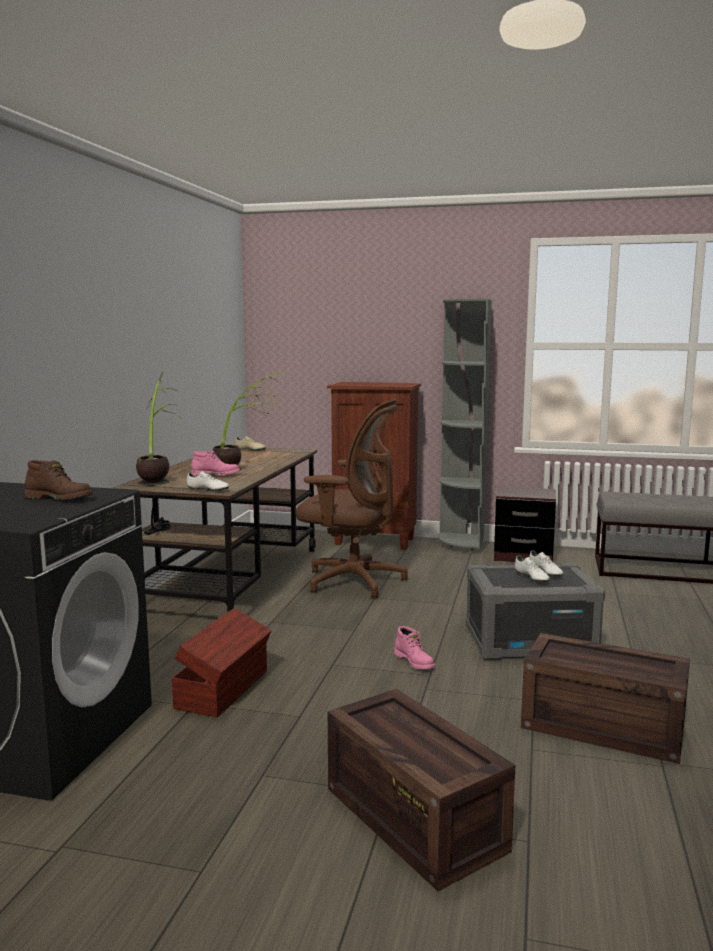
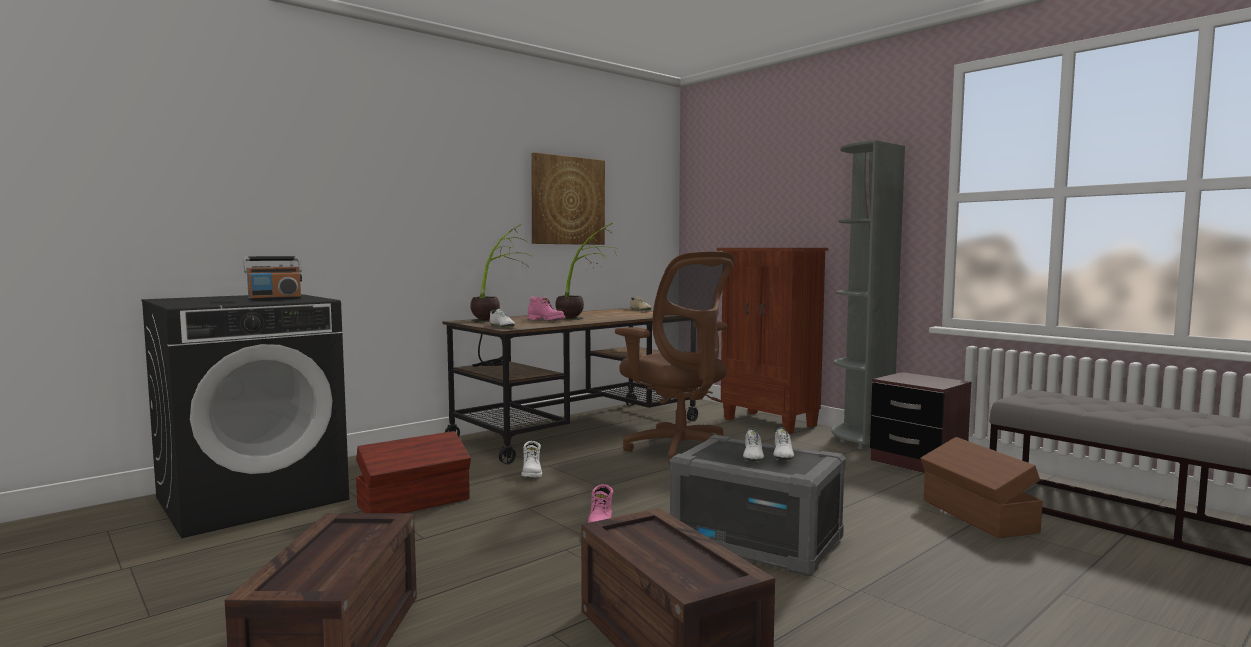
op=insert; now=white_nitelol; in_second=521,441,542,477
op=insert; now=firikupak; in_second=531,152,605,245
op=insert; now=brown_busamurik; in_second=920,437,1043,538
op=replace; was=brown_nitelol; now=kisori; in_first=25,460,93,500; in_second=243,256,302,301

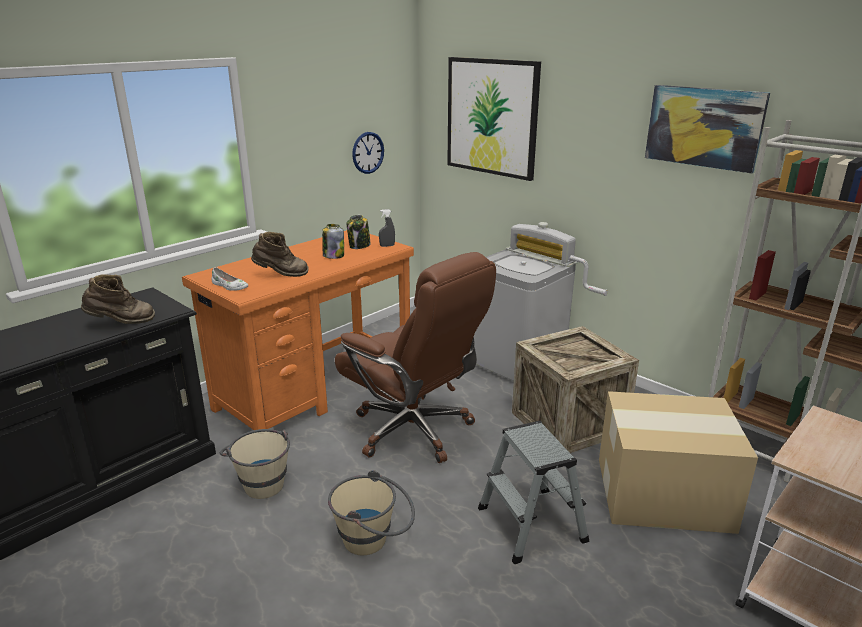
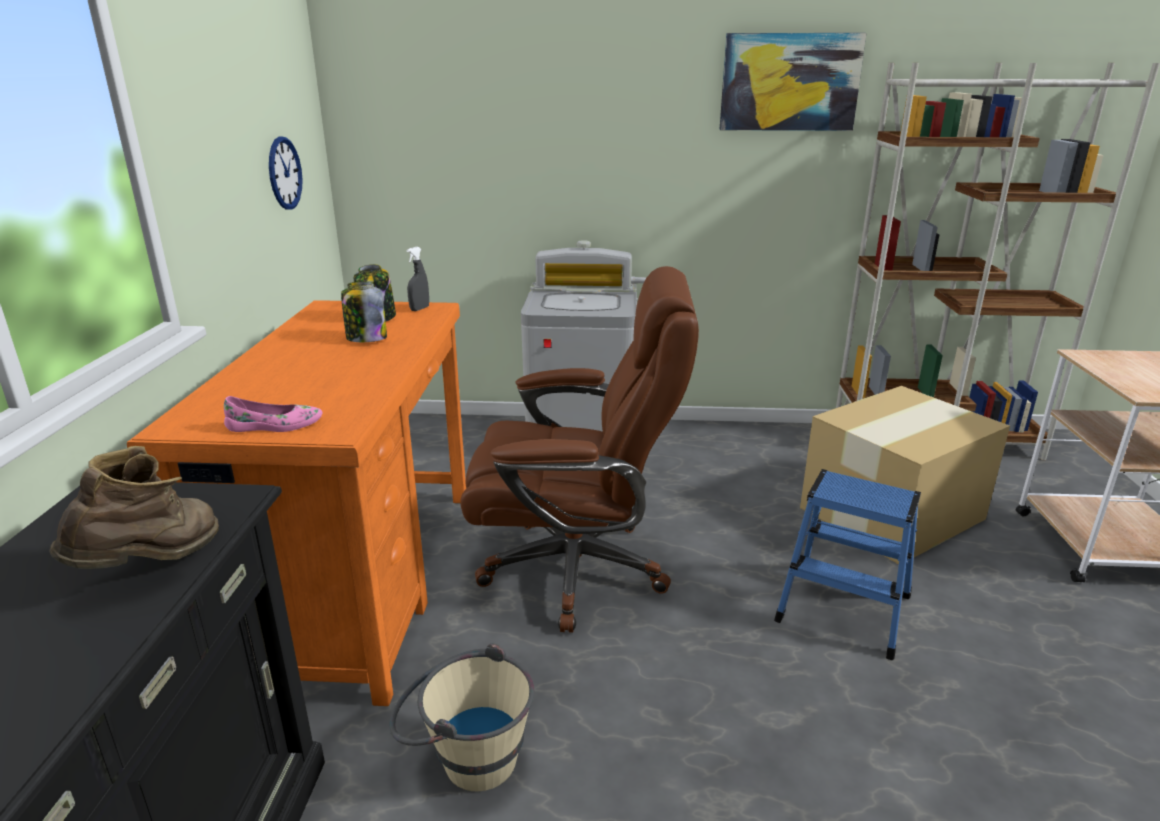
op=delete; was=brown_nitelol; in_first=251,232,309,277
op=delete; was=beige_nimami; in_first=328,470,415,556
op=delete; was=firikupak; in_first=447,57,541,181
op=delete; was=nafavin; in_first=512,326,639,453
op=recolor; was=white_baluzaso; now=pink_baluzaso; in_first=212,267,248,291; in_second=224,396,323,432
op=recolor; was=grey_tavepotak; now=blue_tavepotak; in_first=478,421,589,564; in_second=774,469,921,660

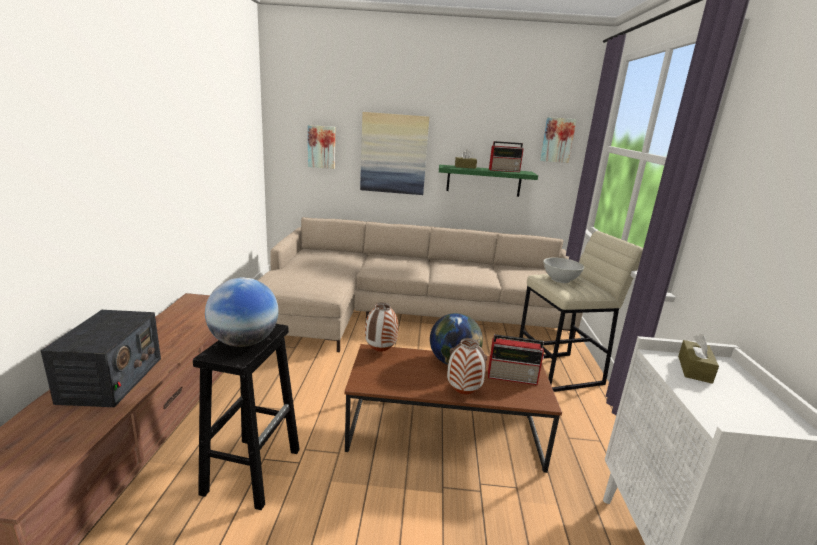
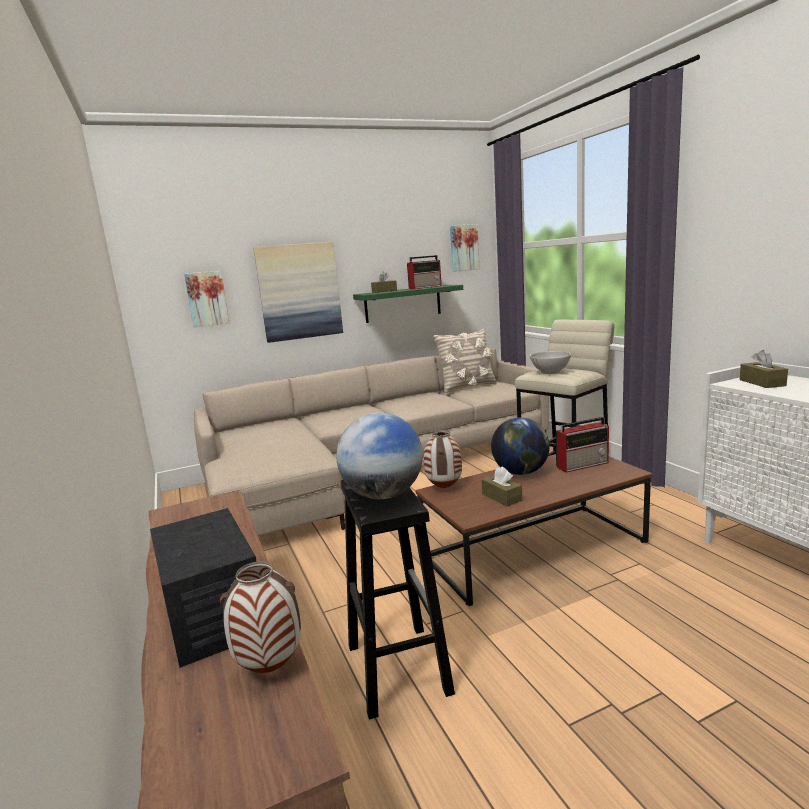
op=insert; now=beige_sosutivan; in_second=433,329,497,393
op=insert; now=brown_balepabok; in_second=482,466,522,506
op=move; was=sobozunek; in_first=447,338,487,394; in_second=220,561,301,673

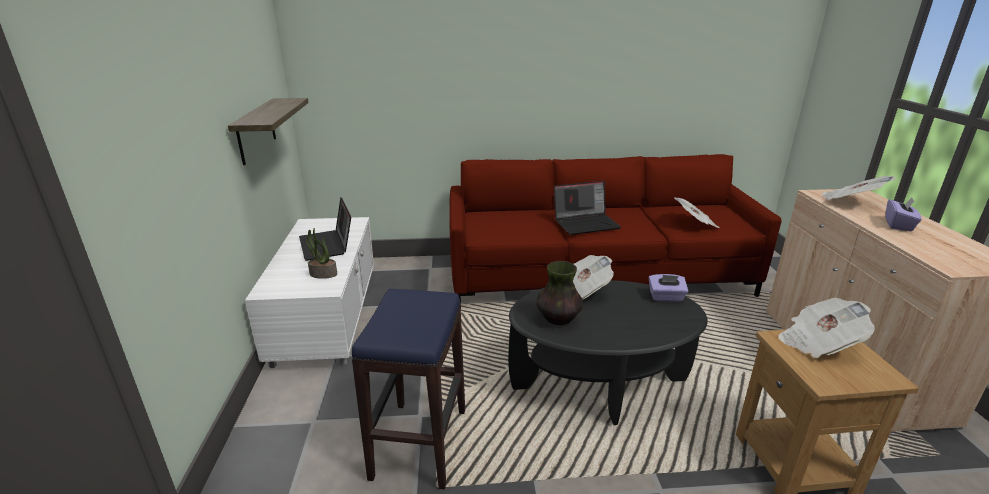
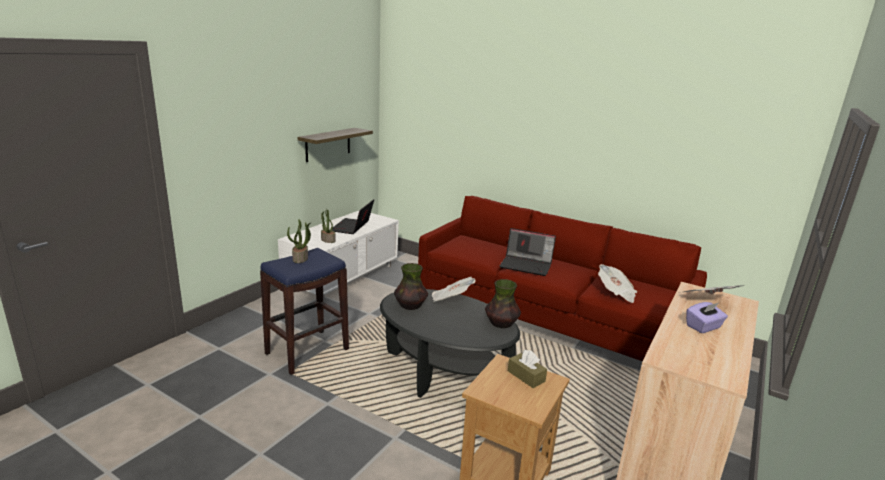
op=insert; now=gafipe; in_second=287,219,311,263
op=replace; was=purple_balepabok; now=sobozunek; in_first=649,274,688,302; in_second=485,279,521,328
op=replace; was=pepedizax; now=brown_balepabok; in_first=778,298,875,358; in_second=508,350,547,388

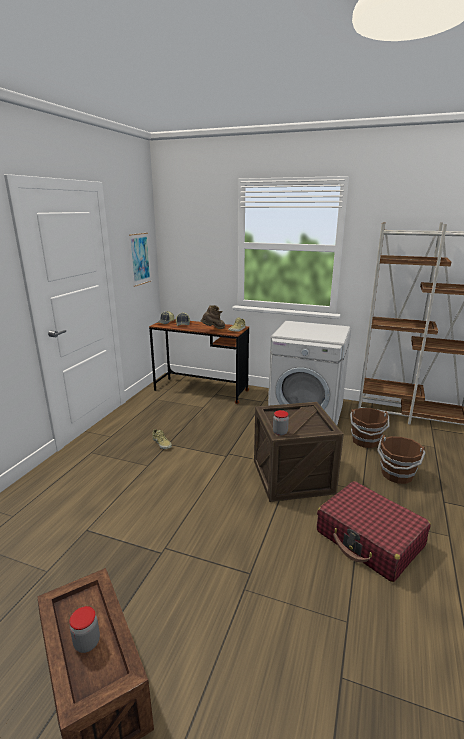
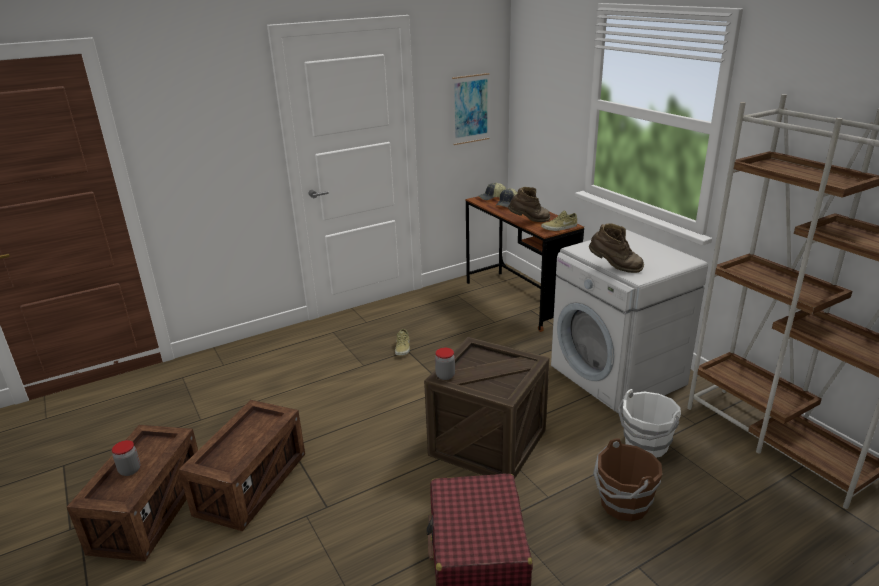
op=insert; now=nafavin; in_second=179,400,305,532
op=insert; now=brown_nitelol; in_second=589,223,644,273
op=recolor; was=brown_nimami; now=white_nimami; in_first=350,408,389,448; in_second=617,389,681,458

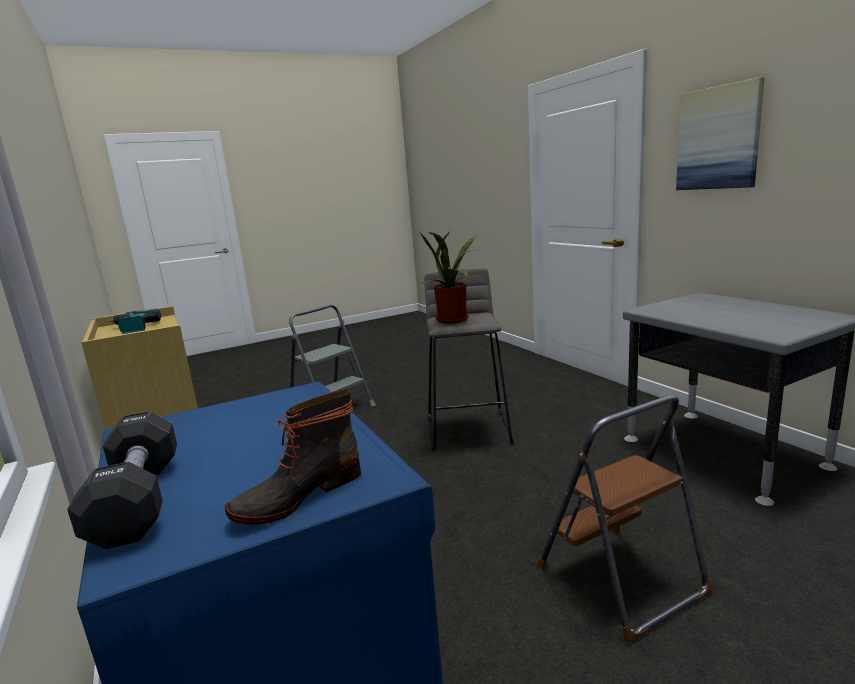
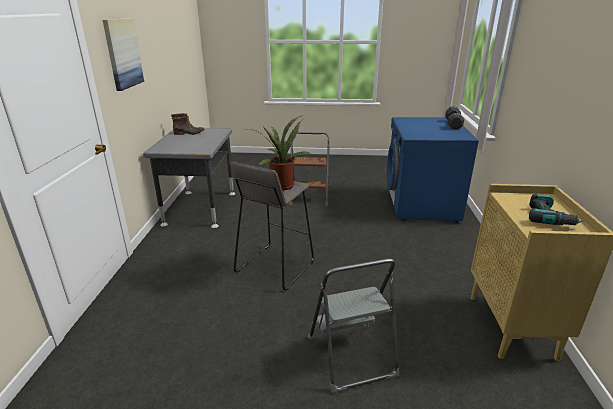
op=move; was=nitelol; in_first=225,390,361,525; in_second=171,113,204,135

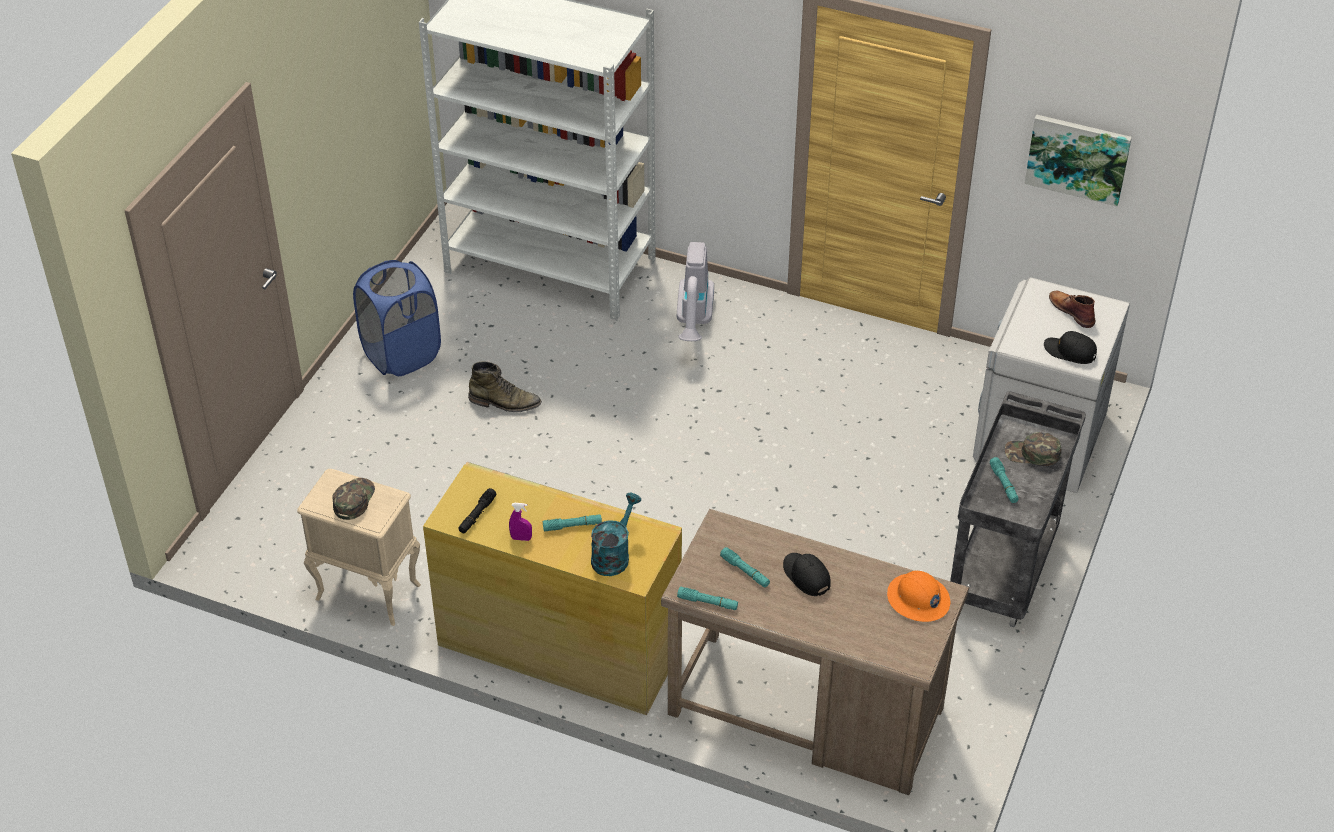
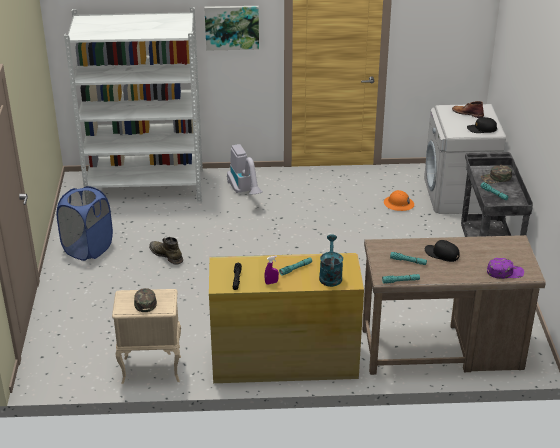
op=insert; now=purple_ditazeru; in_second=487,258,524,279
op=move; was=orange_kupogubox; in_first=887,571,951,622; in_second=384,190,414,211
op=move; was=firikupak; in_first=1025,115,1132,206; in_second=205,6,259,51
op=rotate; was=green_nitelol; in_first=468,362,542,412; in_second=149,237,183,265; clockwise=-120

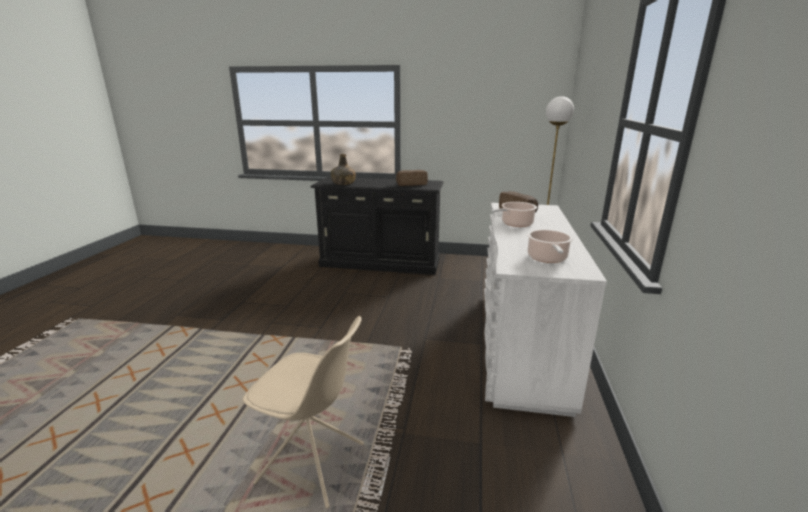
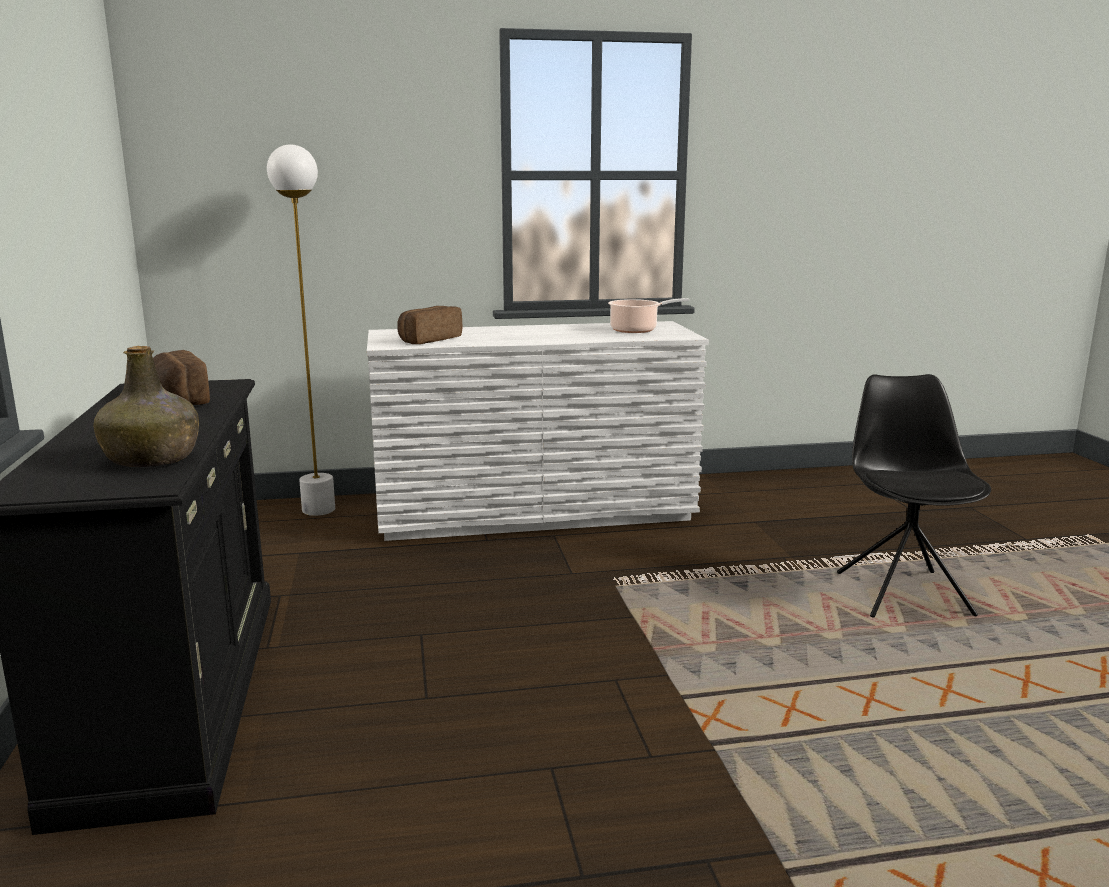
op=delete; was=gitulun; in_first=491,202,537,227
op=recolor; was=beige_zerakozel; now=black_zerakozel; in_first=242,316,364,509; in_second=837,374,991,618

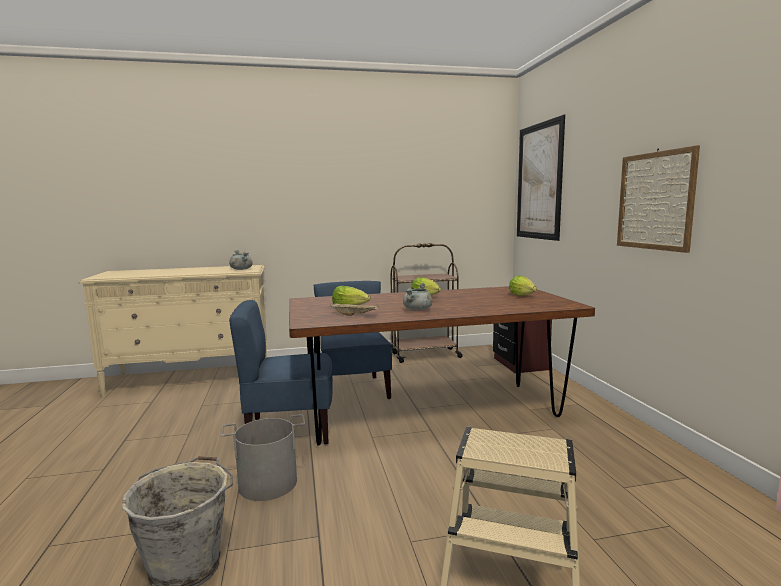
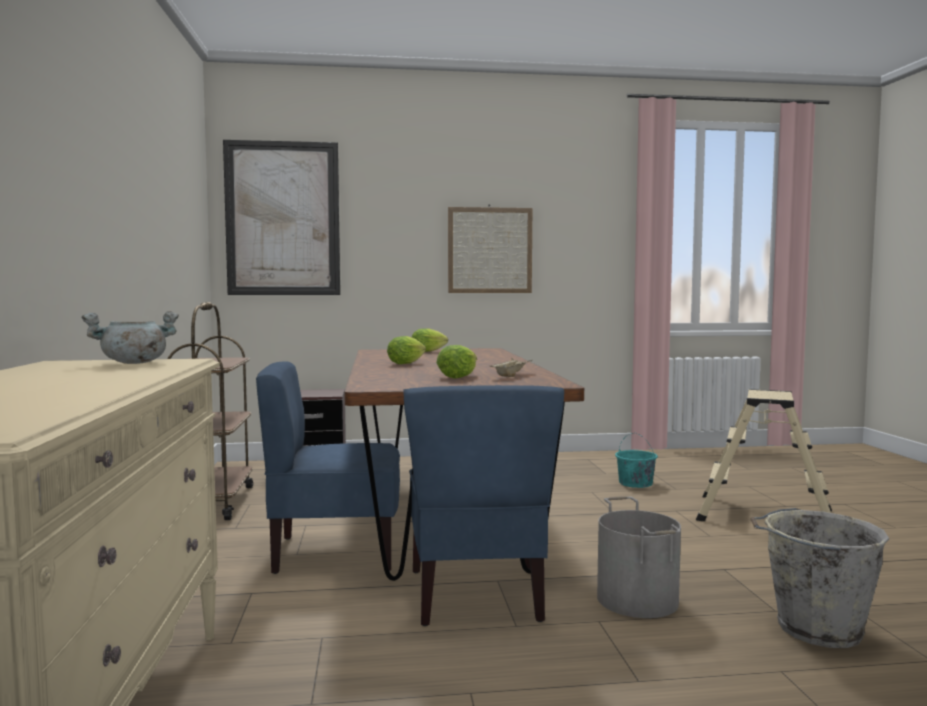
op=delete; was=grey_gitulun; in_first=403,283,432,311
op=insert; now=turquoise_nimami; in_second=615,433,658,488

